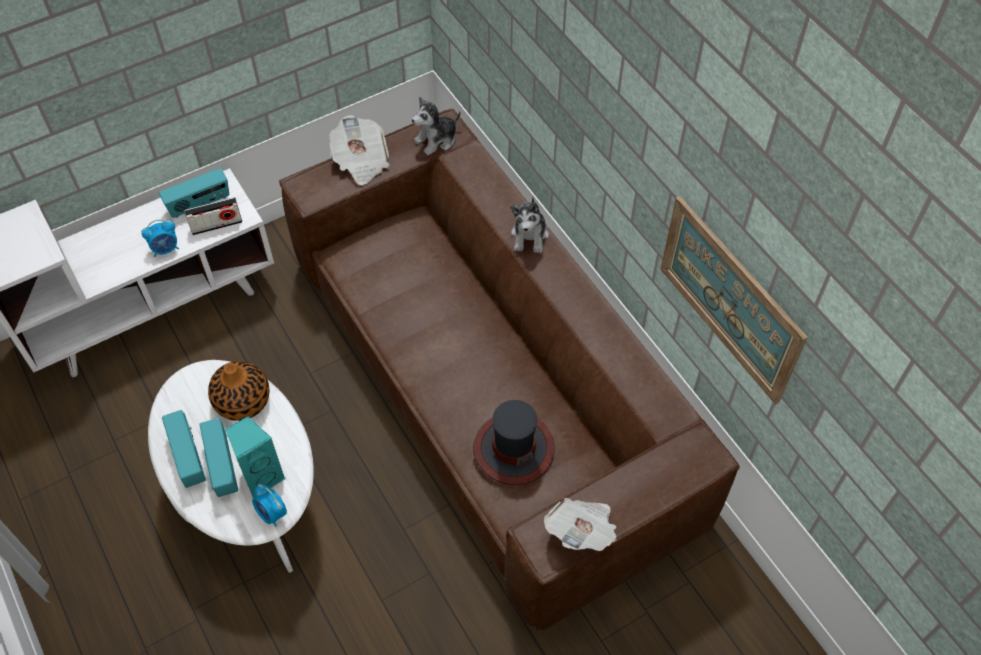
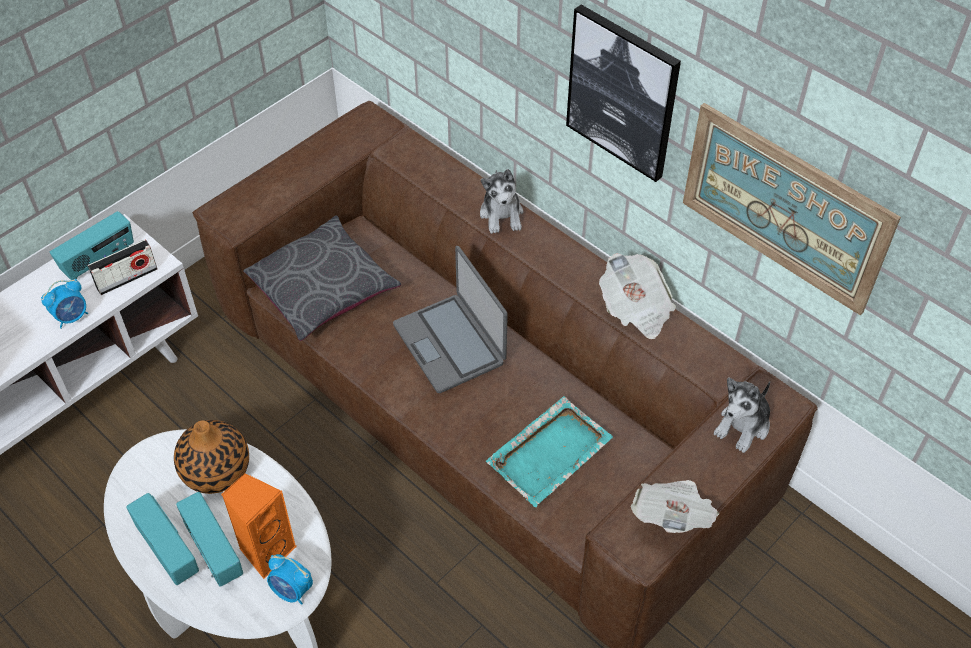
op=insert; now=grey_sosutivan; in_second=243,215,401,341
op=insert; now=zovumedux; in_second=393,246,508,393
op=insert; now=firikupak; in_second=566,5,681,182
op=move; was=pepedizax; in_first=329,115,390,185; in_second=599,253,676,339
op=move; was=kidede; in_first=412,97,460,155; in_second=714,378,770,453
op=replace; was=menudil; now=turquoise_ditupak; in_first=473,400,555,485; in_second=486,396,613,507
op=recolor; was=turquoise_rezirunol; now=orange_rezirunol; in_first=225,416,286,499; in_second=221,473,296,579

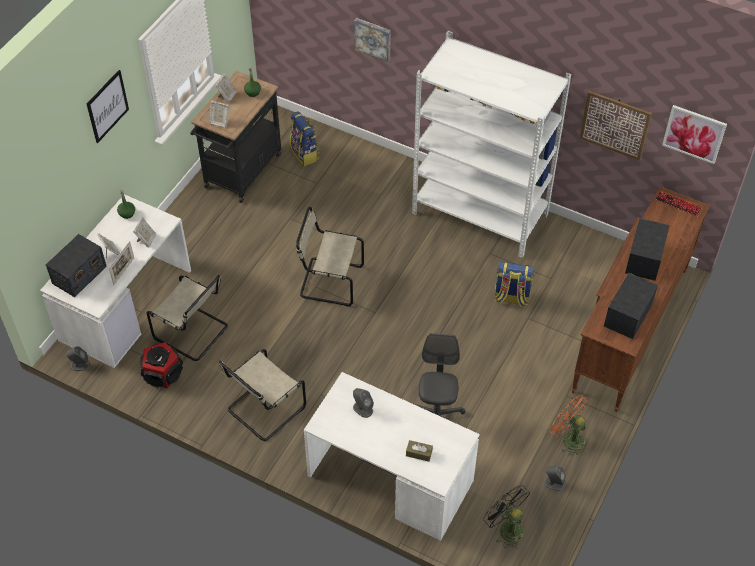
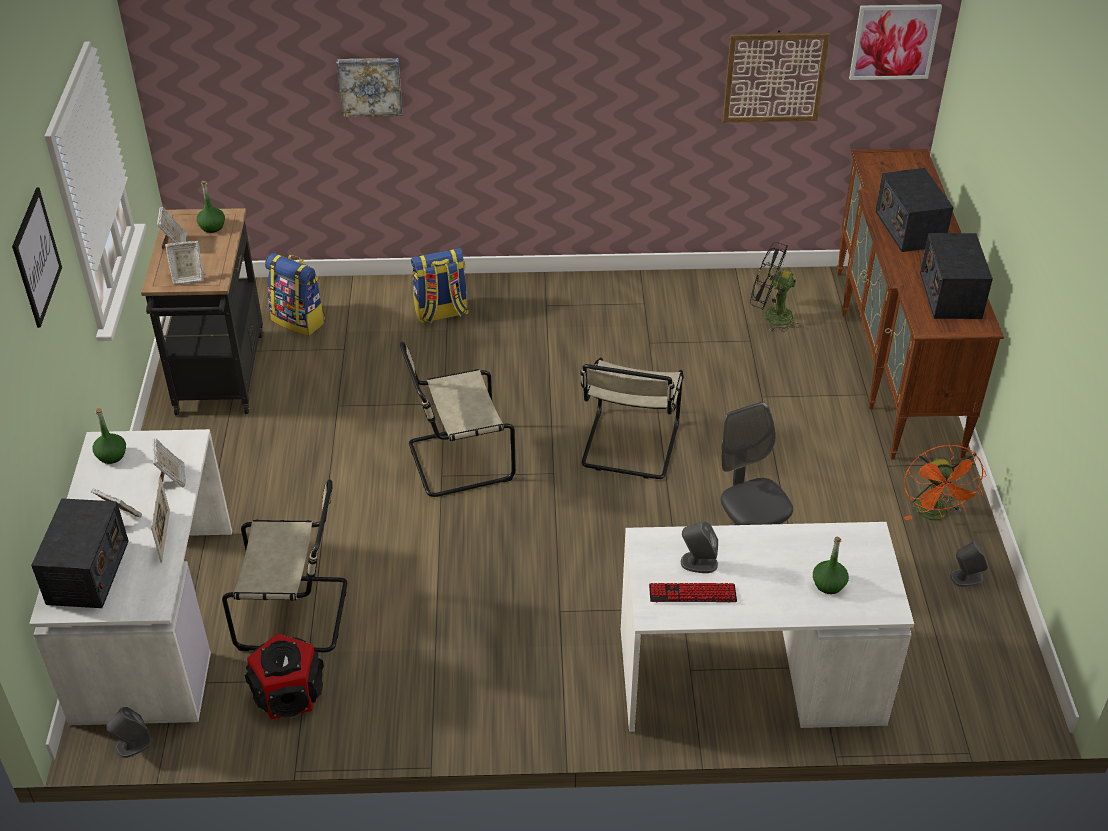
op=delete; was=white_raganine; in_first=412,31,571,258
op=move; was=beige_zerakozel; in_first=219,349,306,441; in_second=580,358,684,479
op=move; was=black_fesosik; in_first=483,485,530,549; in_second=750,242,801,332
op=move; was=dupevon; in_first=494,262,534,307; in_second=411,248,469,324
op=move; was=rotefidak; in_first=656,192,701,216; in_second=649,583,737,603
op=replace; was=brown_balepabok; now=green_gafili; in_first=406,440,433,462; in_second=813,537,849,594
op=rotate; was=orange_fesosik; in_first=549,395,589,457; in_second=904,445,987,520; clockwise=-105

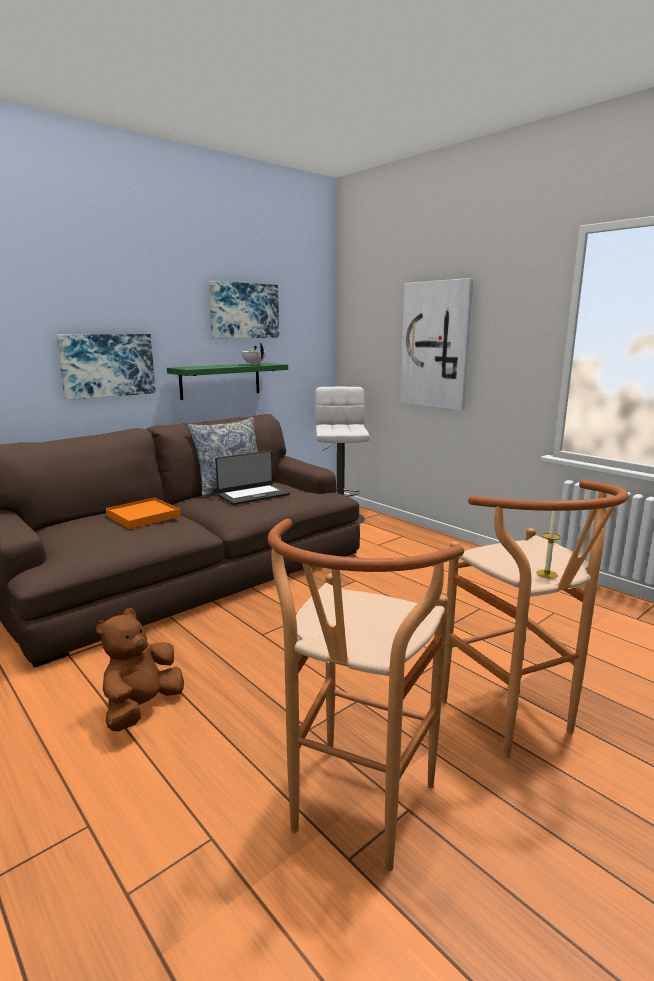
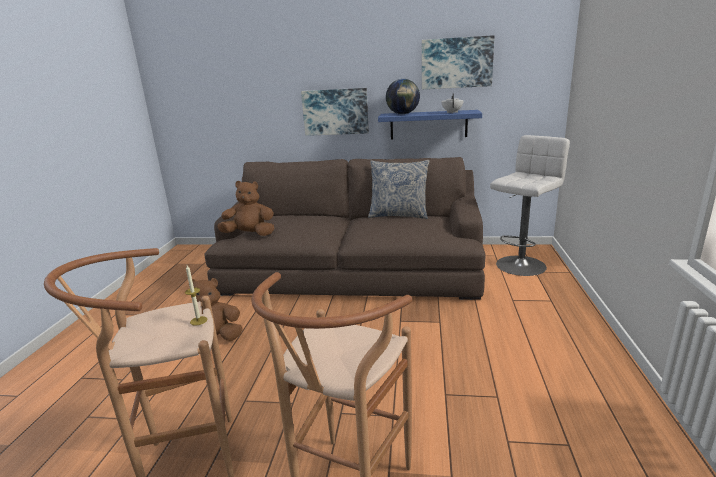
op=delete; was=orange_ditupak; in_first=106,498,180,529
op=delete; was=zovumedux; in_first=215,450,290,505
op=delete; was=firikupak; in_first=400,278,474,411
op=insert; now=brown_kidede; in_second=217,181,274,236
op=insert; now=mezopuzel; in_second=386,79,420,114
op=move; was=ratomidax; in_first=536,511,561,579; in_second=185,265,207,326
op=recolor; was=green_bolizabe; now=blue_bolizabe; in_first=167,363,288,400; in_second=378,110,482,140

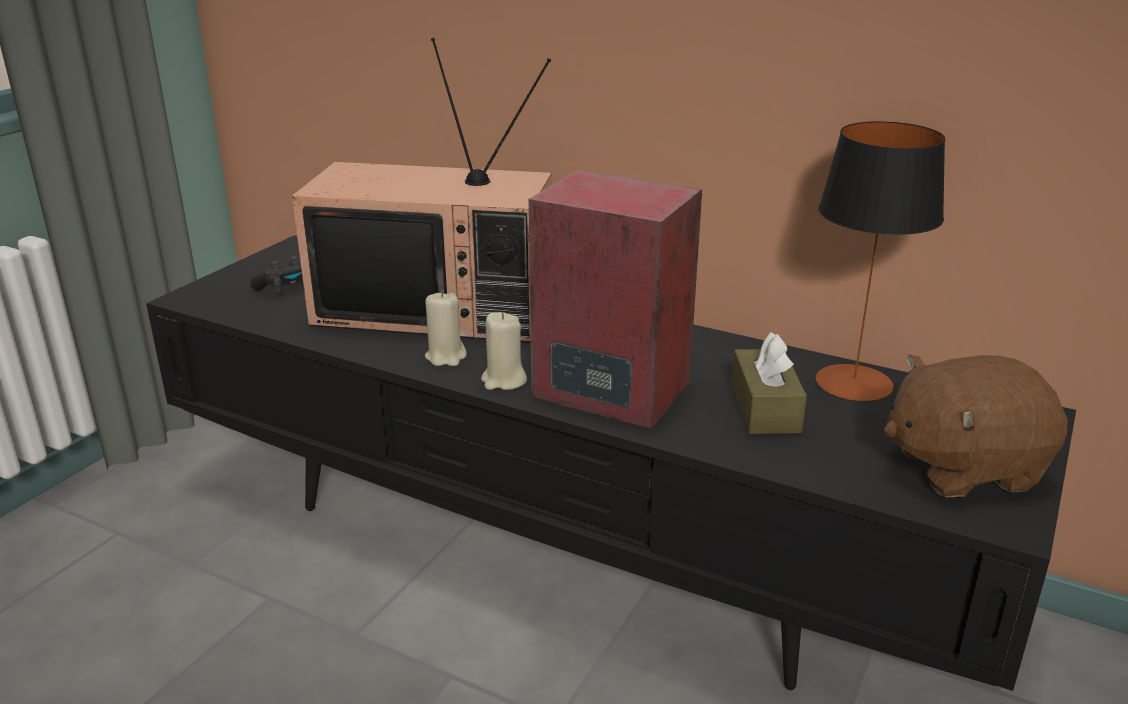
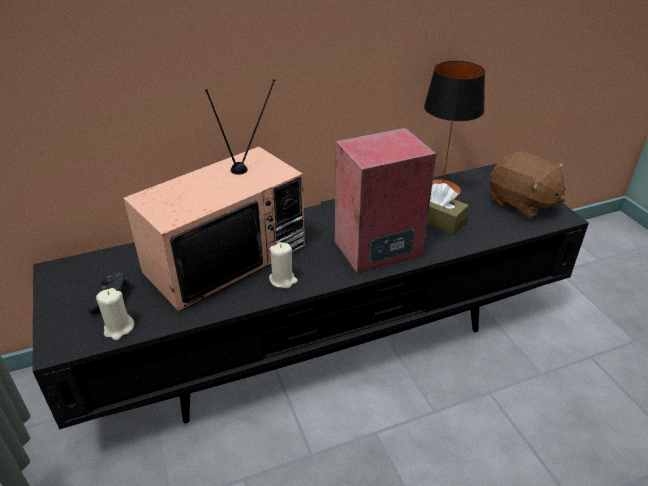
op=move; was=beige_ratomidax; in_first=481,312,527,390; in_second=96,288,134,340
op=rotate; was=brown_kidede; in_first=884,355,1067,498; in_second=490,152,566,219; clockwise=-75

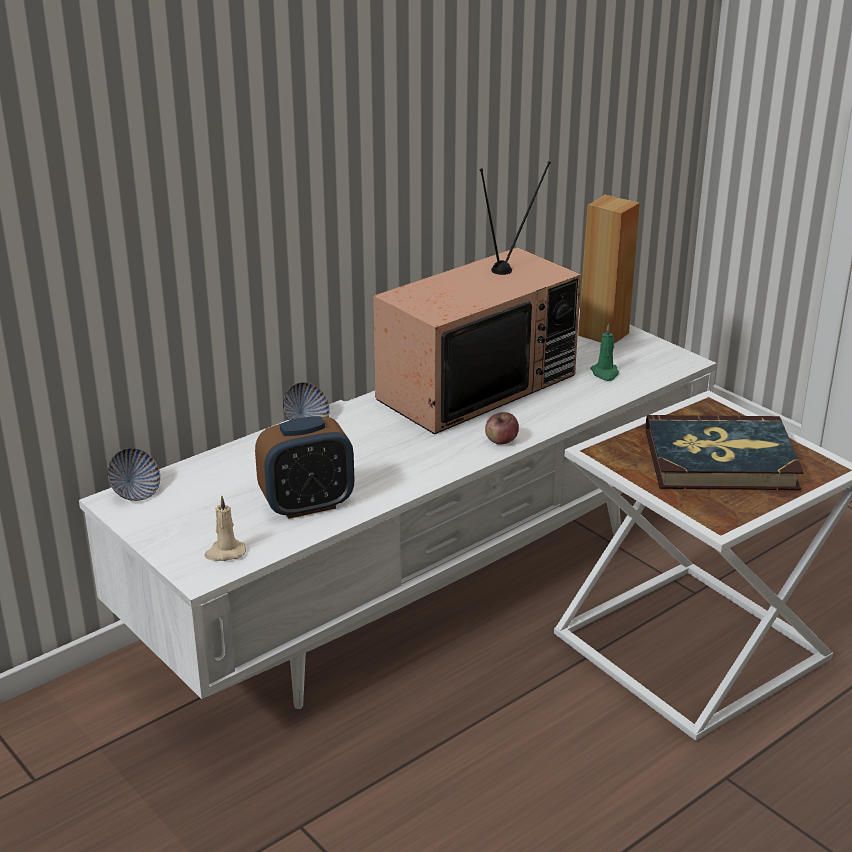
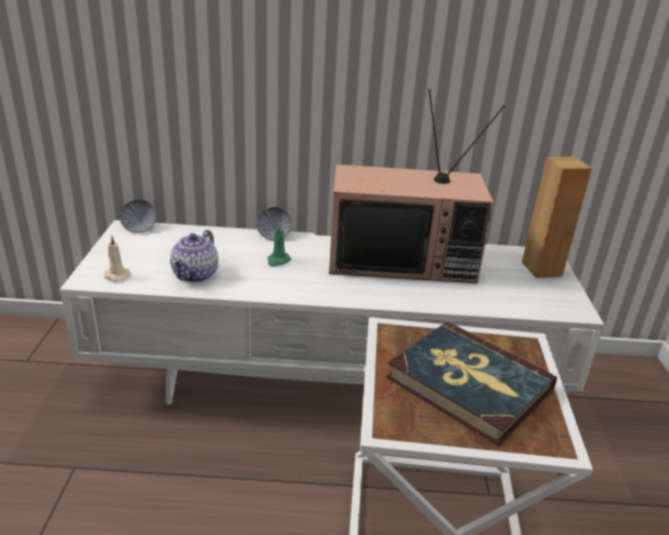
op=delete; was=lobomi; in_first=485,412,519,445
op=move; was=green_ratomidax; in_first=590,324,619,381; in_second=267,222,291,266
op=replace; was=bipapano; now=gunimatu; in_first=255,416,354,519; in_second=170,230,218,283

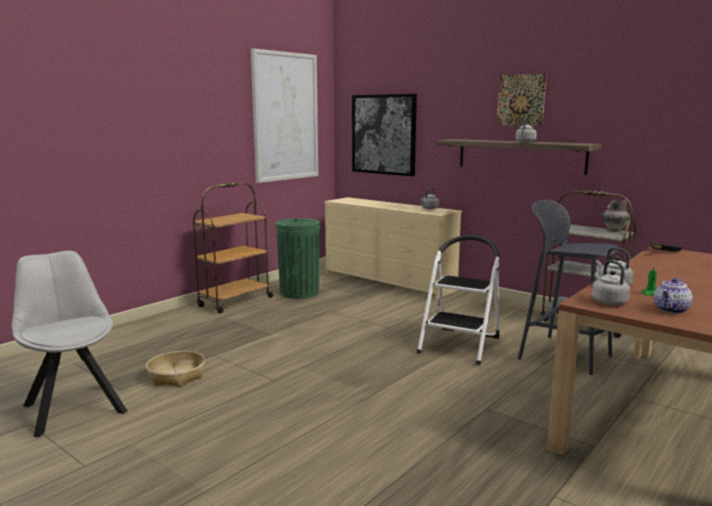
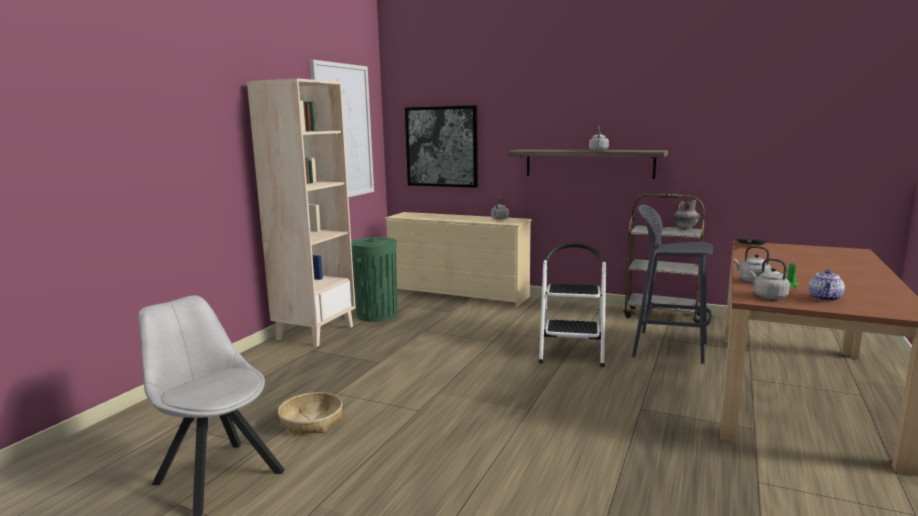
op=delete; was=firikupak; in_first=496,73,546,126
op=replace; was=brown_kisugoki; now=beige_raganine; in_first=193,182,273,314; in_second=247,78,355,347

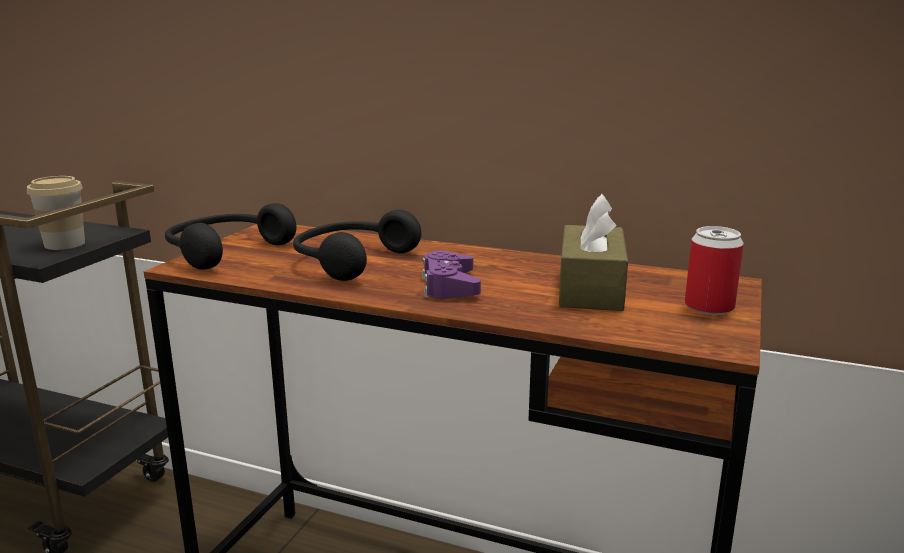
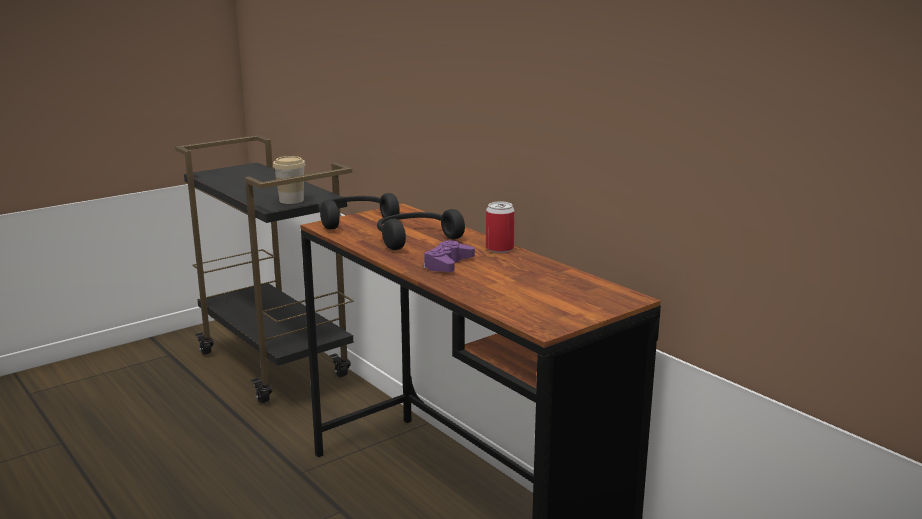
op=delete; was=brown_balepabok; in_first=559,194,628,311
op=move; was=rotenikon; in_first=685,226,744,315; in_second=486,201,515,253

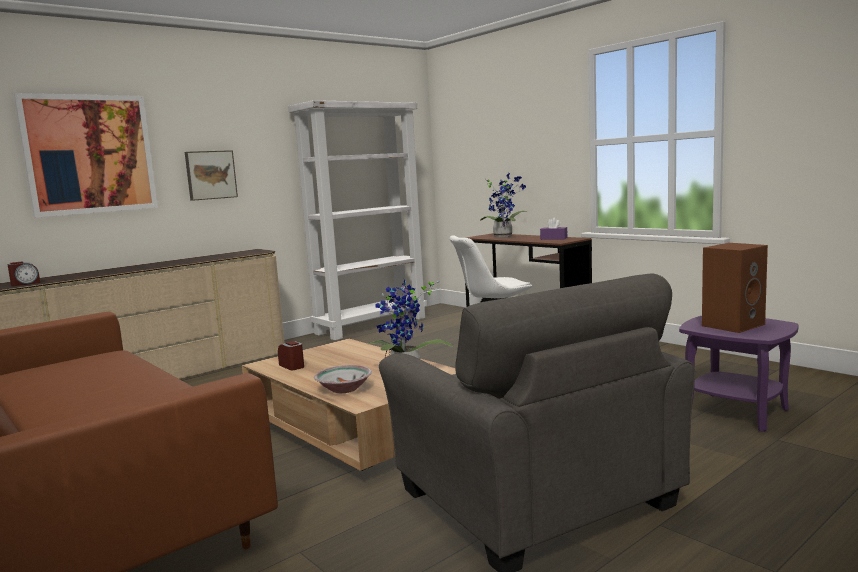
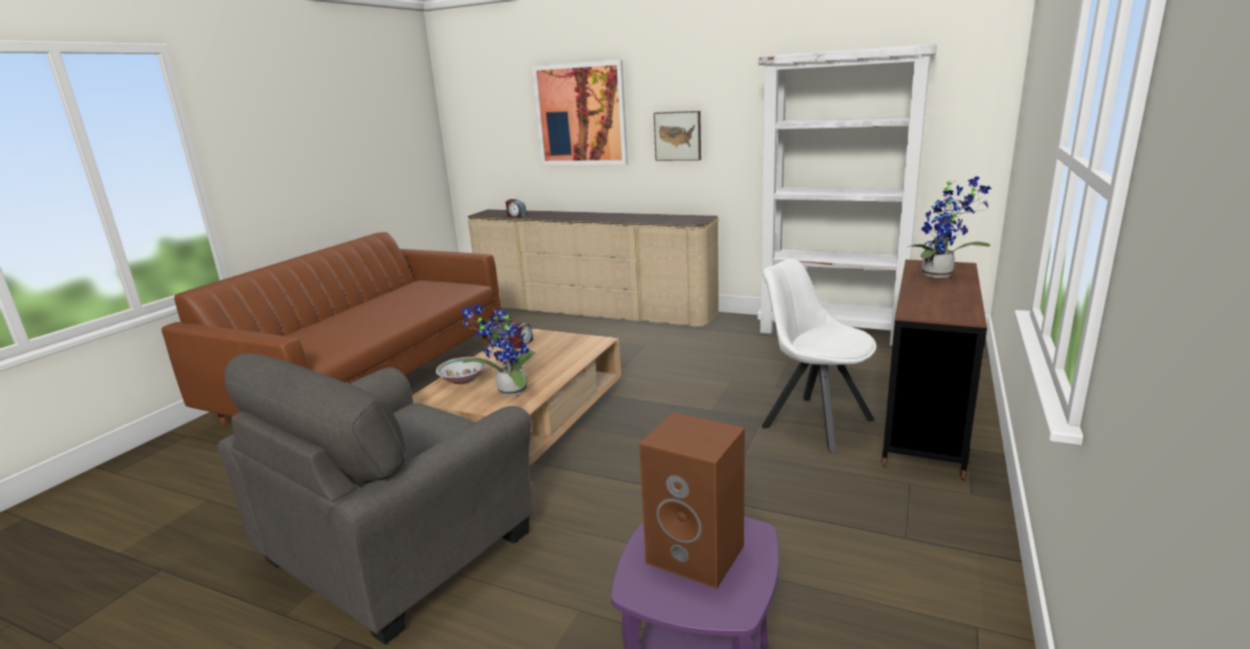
op=delete; was=purple_balepabok; in_first=540,218,567,240

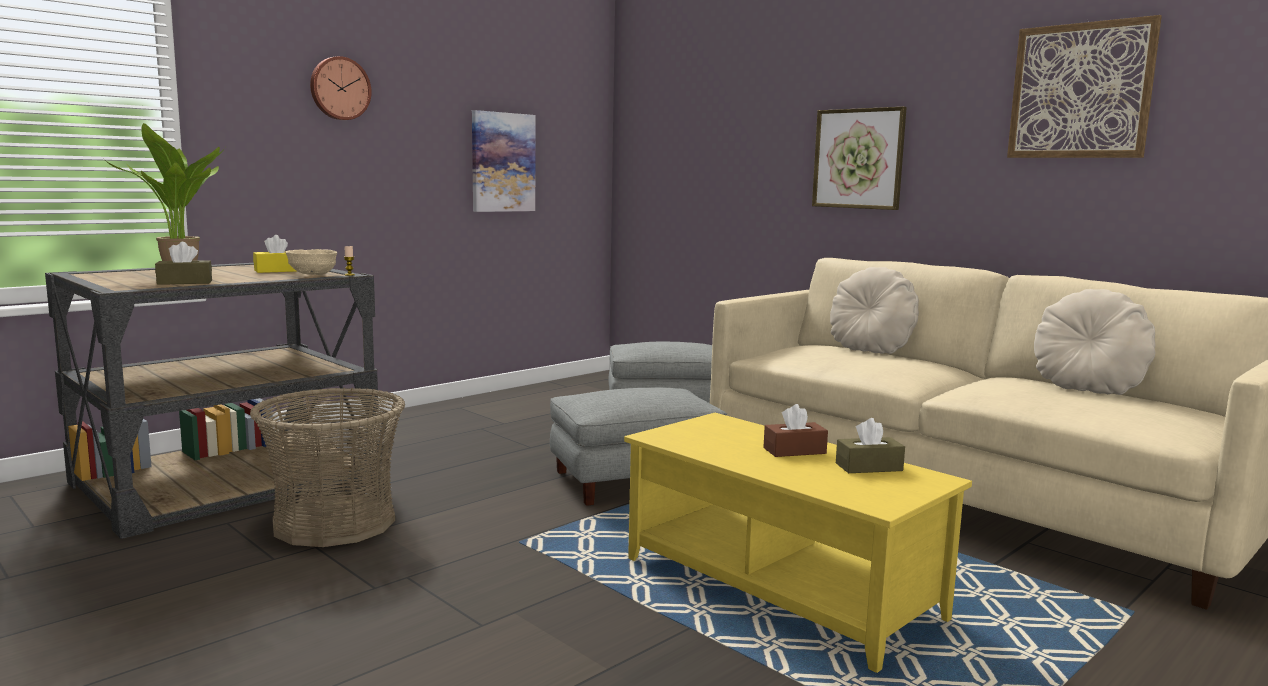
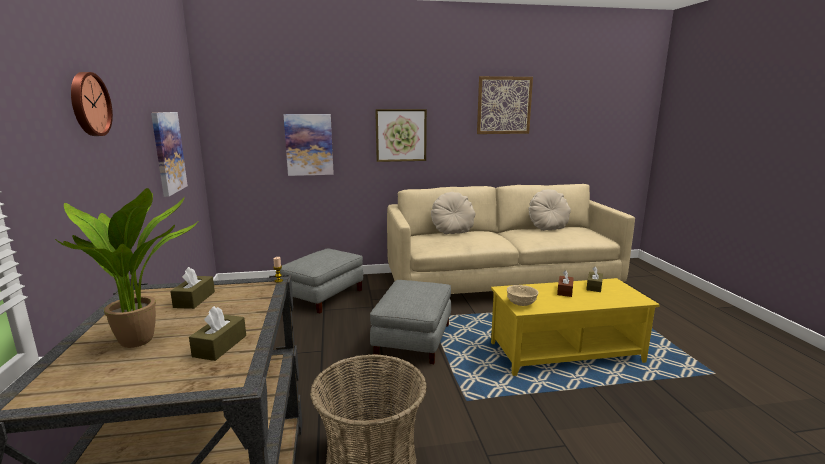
op=insert; now=firikupak; in_second=283,114,334,176
op=move; was=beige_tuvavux; in_first=285,249,337,275; in_second=507,285,539,306
op=recolor; was=yellow_balepabok; now=brown_balepabok; in_first=253,235,297,273; in_second=170,267,215,309

